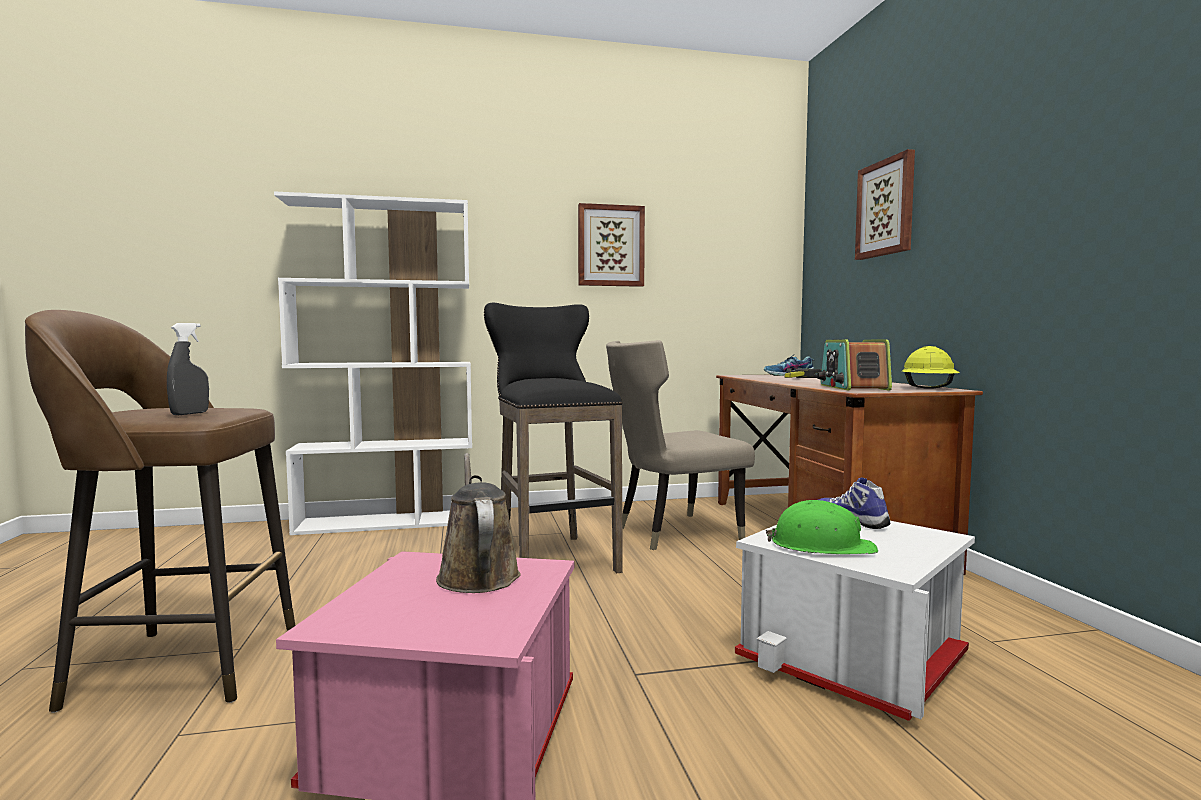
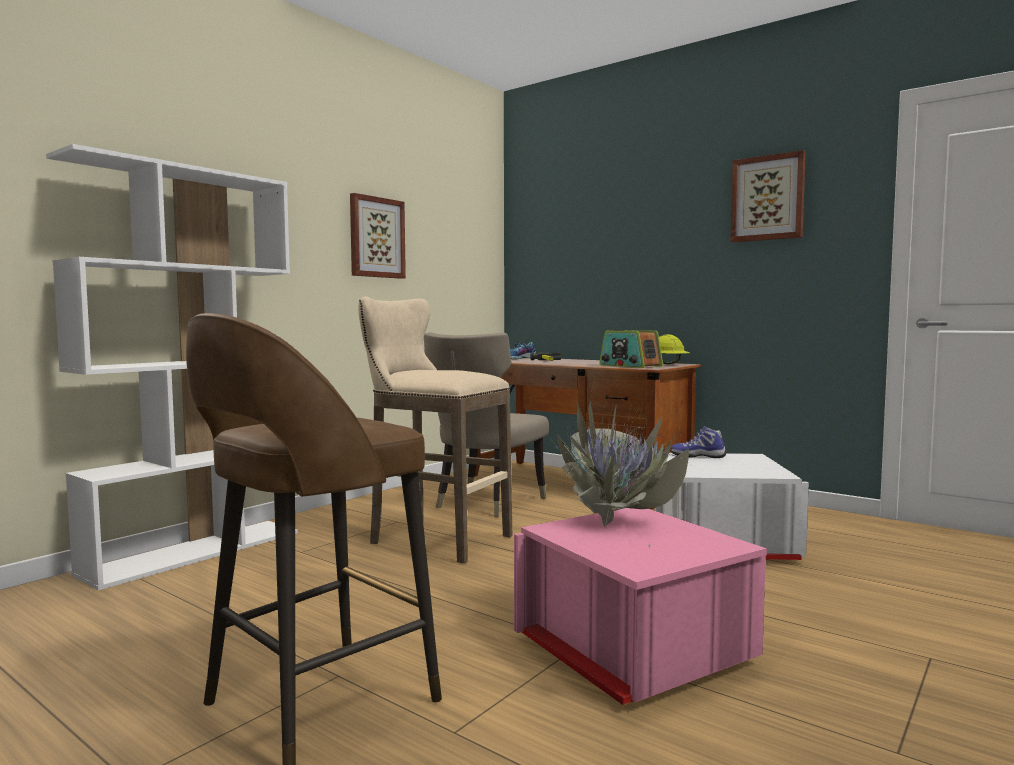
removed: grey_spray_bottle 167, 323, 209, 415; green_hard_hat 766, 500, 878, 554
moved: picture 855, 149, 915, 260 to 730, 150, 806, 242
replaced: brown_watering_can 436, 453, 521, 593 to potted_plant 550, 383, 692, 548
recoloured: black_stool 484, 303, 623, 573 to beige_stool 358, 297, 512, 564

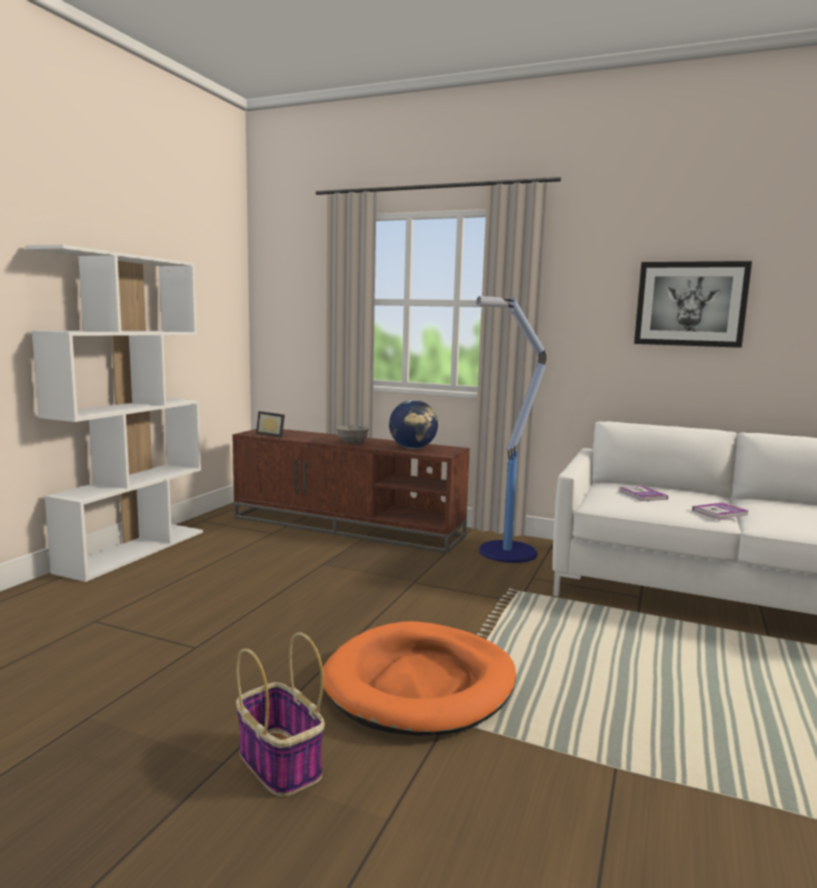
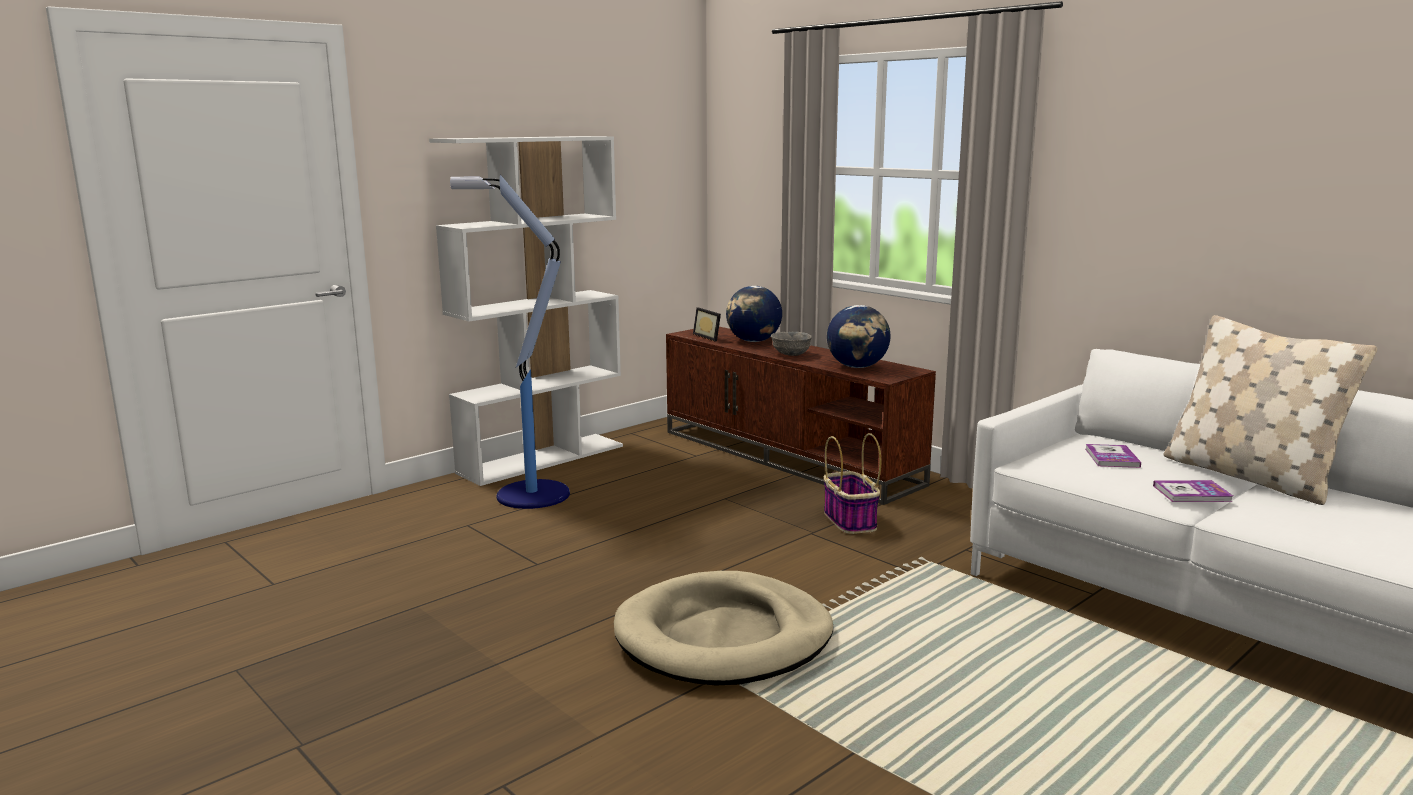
removed: picture 634, 261, 752, 348
added: globe 726, 286, 782, 342; beige_pillow 1163, 315, 1377, 505
moved: basket 236, 632, 325, 797 to 824, 433, 881, 534; floor_lamp 476, 296, 546, 563 to 450, 175, 570, 509
recoloured: orange_dog_bed 323, 621, 516, 736 to beige_dog_bed 614, 571, 833, 686

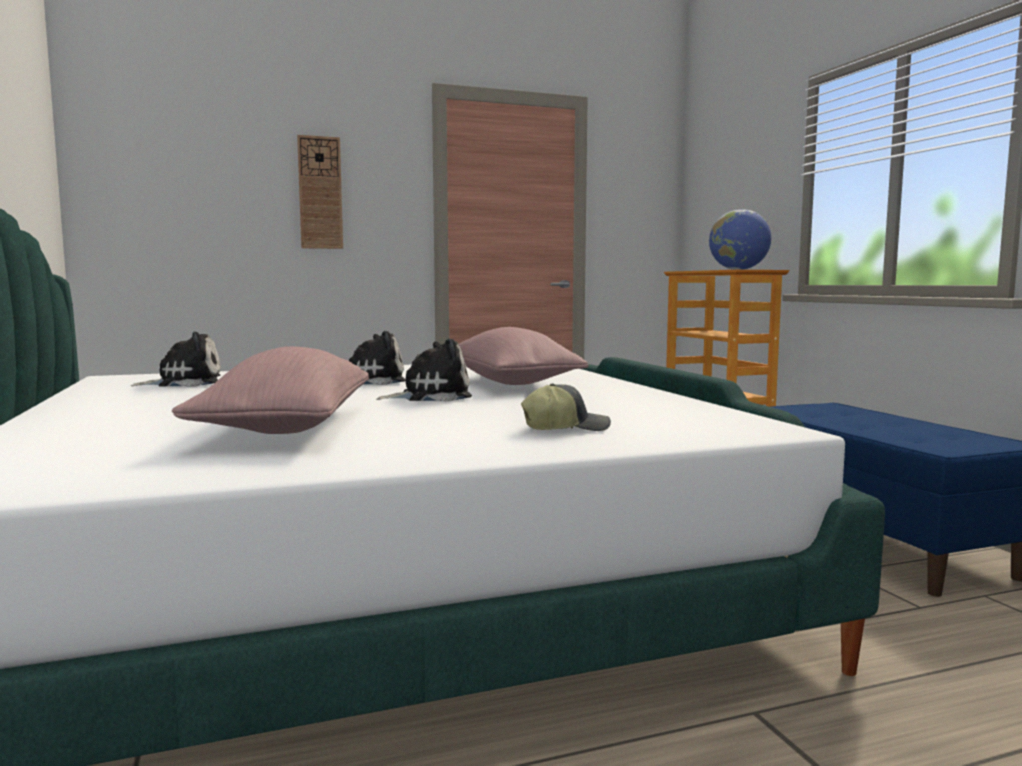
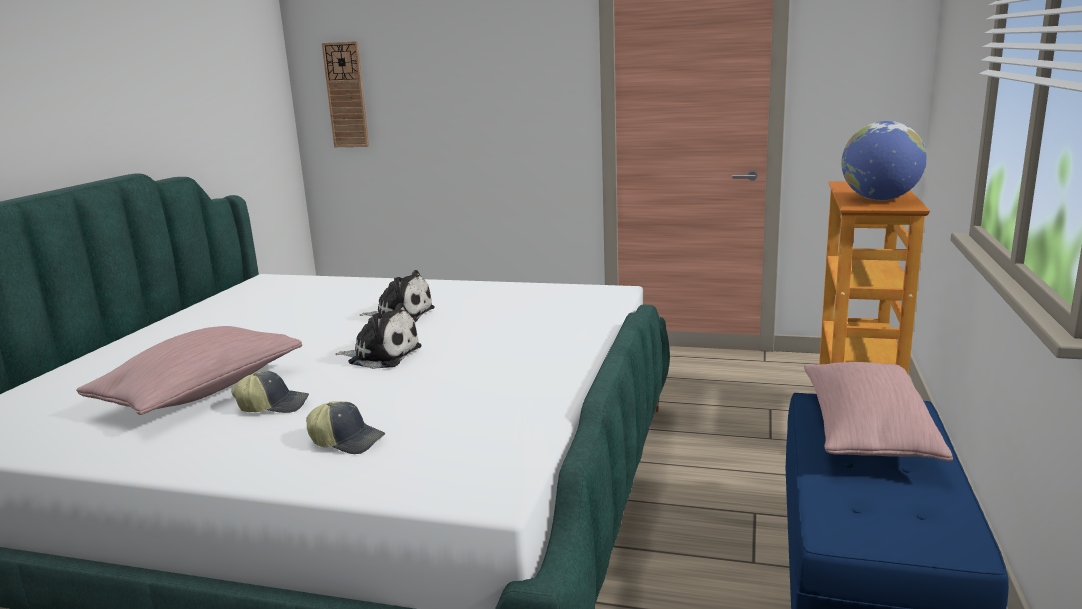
removed: plush_toy 130, 331, 221, 387
added: cap 231, 371, 309, 413
moved: wall_clock 297, 135, 343, 249 to 322, 41, 369, 147; pink_pillow 459, 327, 589, 385 to 804, 362, 953, 461

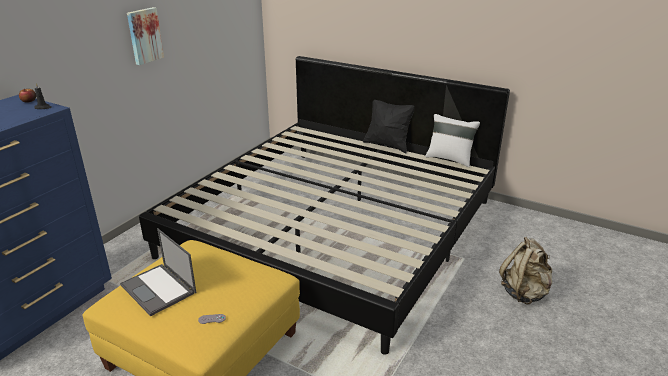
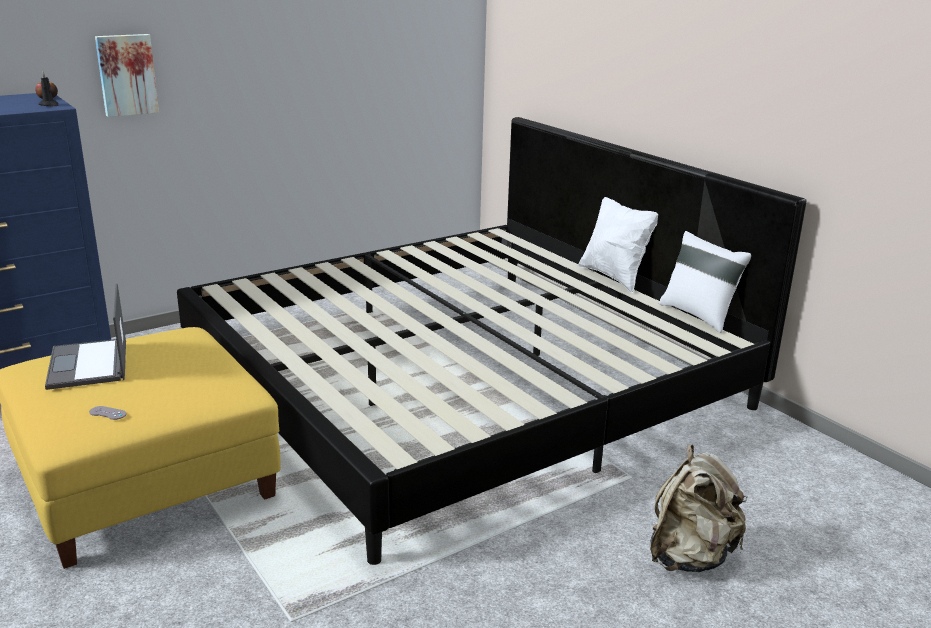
moved: picture 127, 7, 164, 65 to 95, 34, 159, 117
recoloured: black_pillow 363, 100, 415, 153 to white_pillow 578, 197, 658, 293

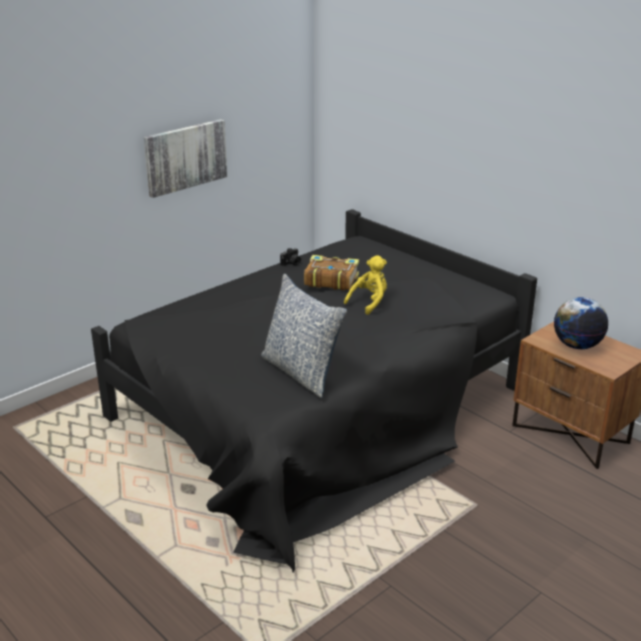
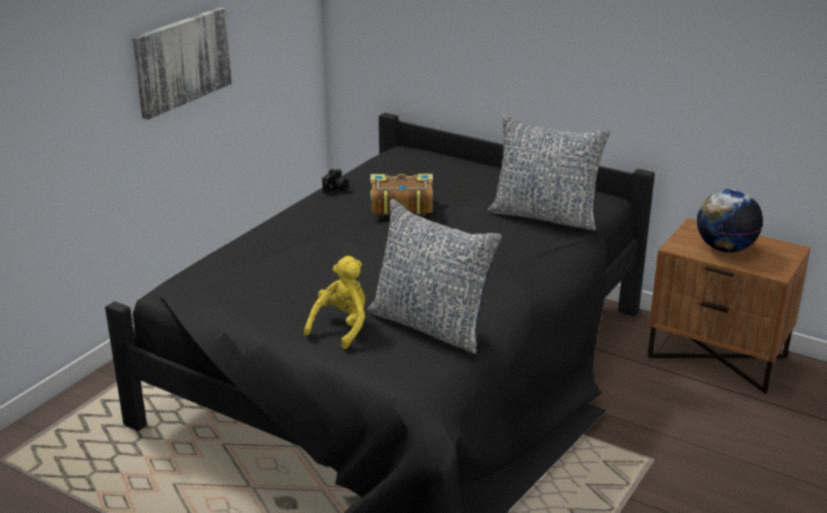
added: pillow 487, 114, 610, 231
moved: yellow_plush_toy 344, 255, 387, 315 to 304, 256, 365, 349

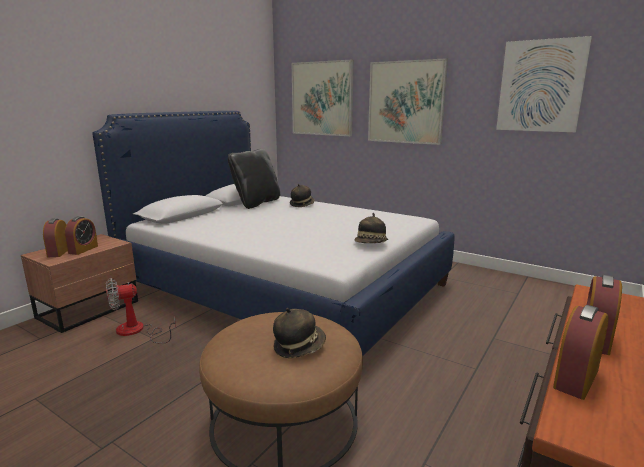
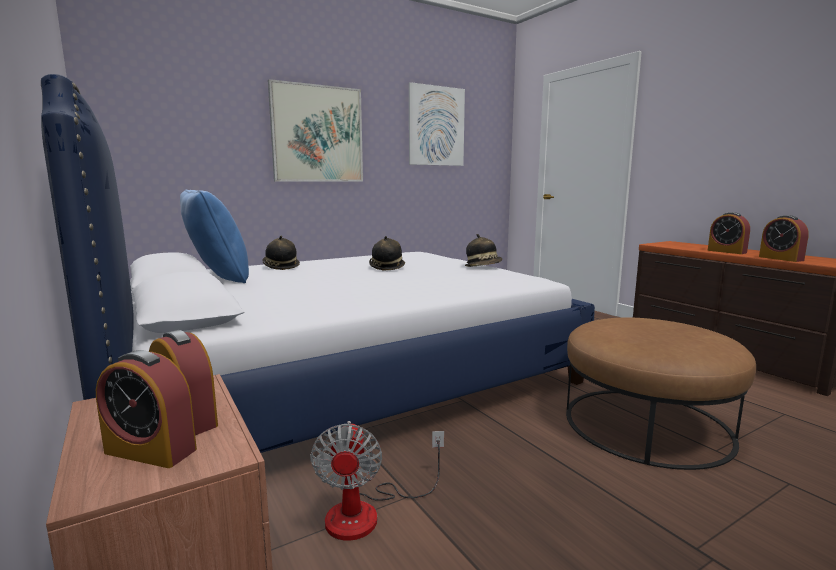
removed: picture 291, 60, 354, 136
moved: hat 273, 308, 326, 358 to 369, 236, 405, 271
recoloured: black_pillow 228, 149, 280, 209 to blue_pillow 180, 190, 249, 283

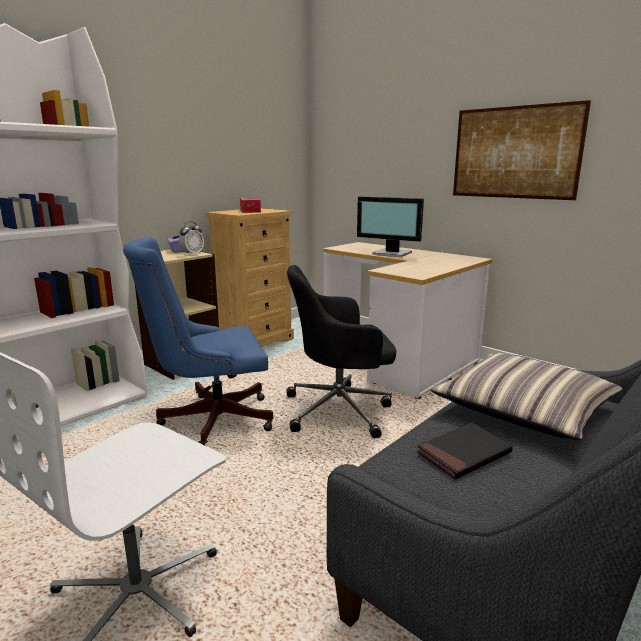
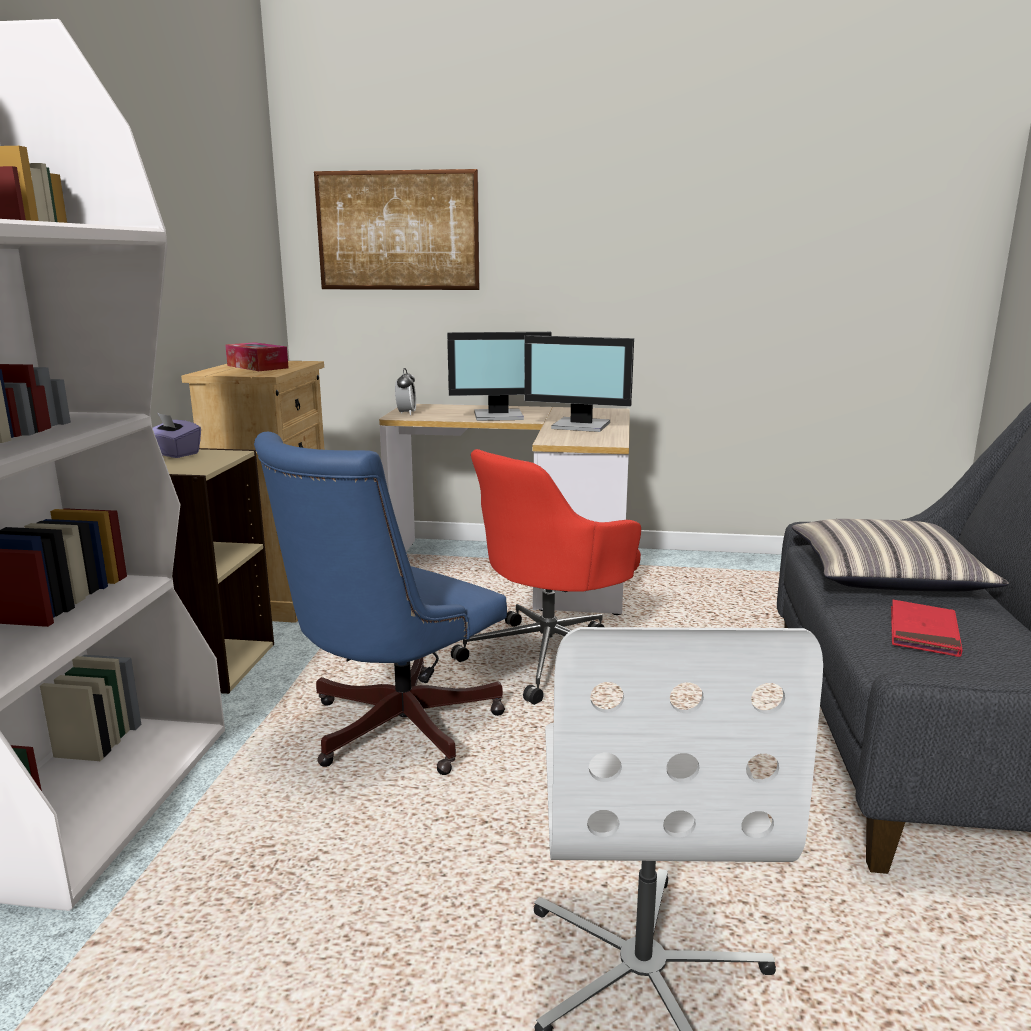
added: monitor 524, 335, 634, 432
moved: alarm_clock 179, 221, 204, 256 to 395, 368, 416, 415; picture 453, 100, 591, 200 to 314, 169, 479, 290
recoloured: black_office_chair 287, 265, 396, 438 to red_office_chair 451, 449, 641, 705; black_book 417, 423, 513, 480 to red_book 891, 600, 963, 657

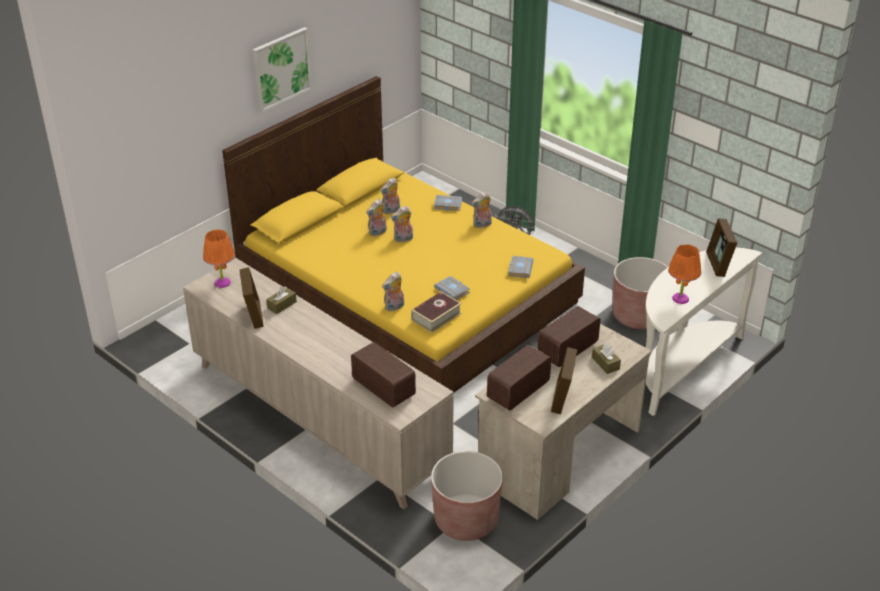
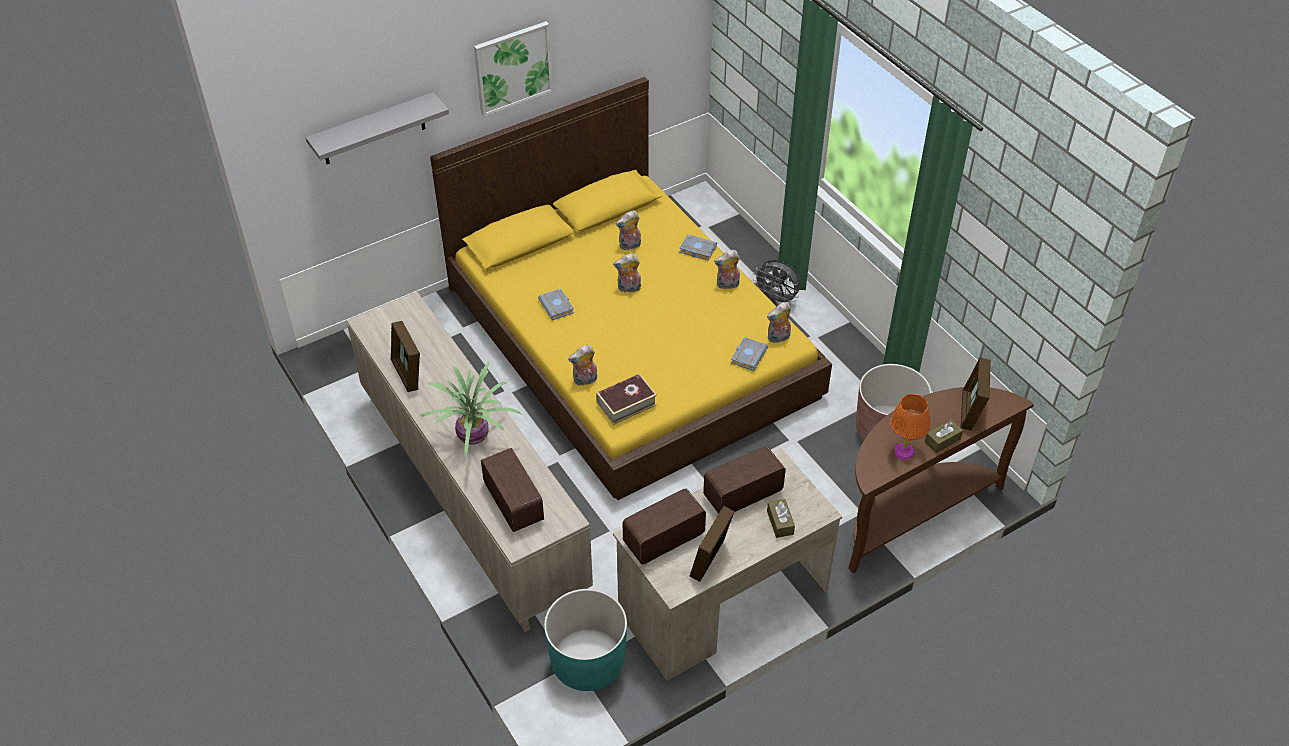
removed: orange_table_lamp 203, 230, 235, 288
added: grey_shelf 306, 92, 449, 164; potted_plant 418, 362, 522, 457
moved: brown_tissue_box 266, 286, 297, 314 to 925, 419, 963, 453; plush_toy 366, 199, 387, 236 to 767, 302, 791, 343; grey_book 434, 276, 470, 300 to 538, 288, 574, 320
recoloured: brown_planter 431, 451, 503, 541 to turquoise_planter 544, 589, 627, 691; white_console_table 646, 248, 762, 416 to brown_console_table 848, 387, 1034, 573
turned: picture_frame 240, 267, 264, 329 = 391, 321, 420, 392 150 degrees clockwise

